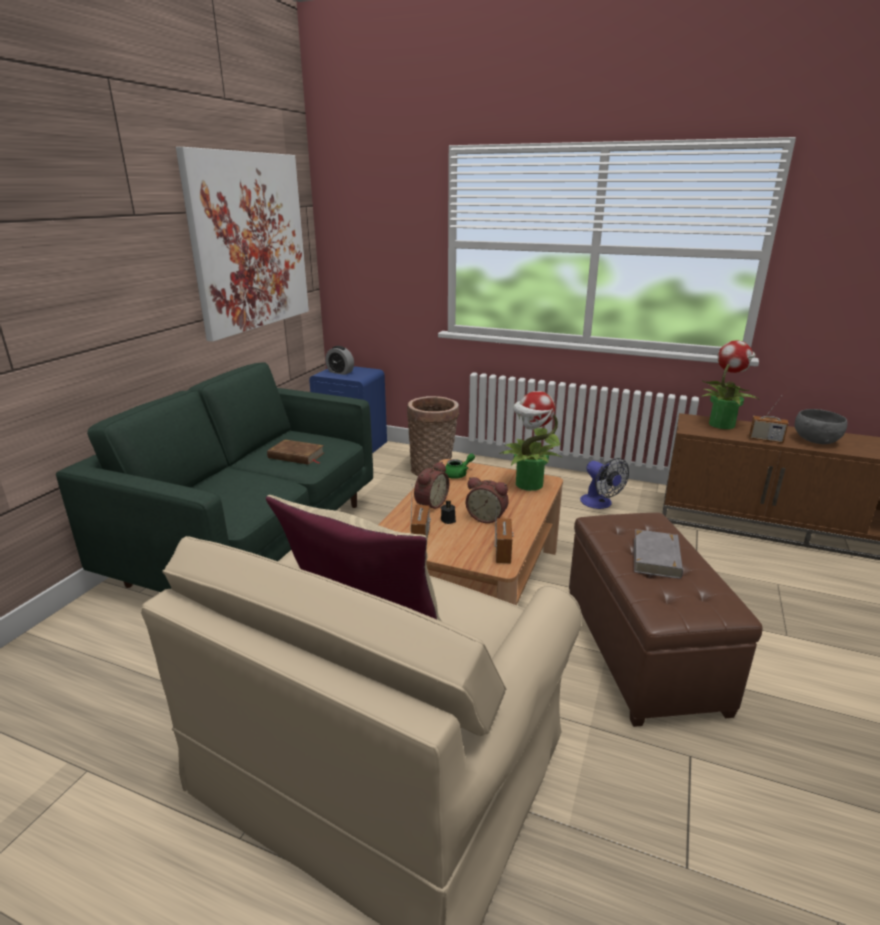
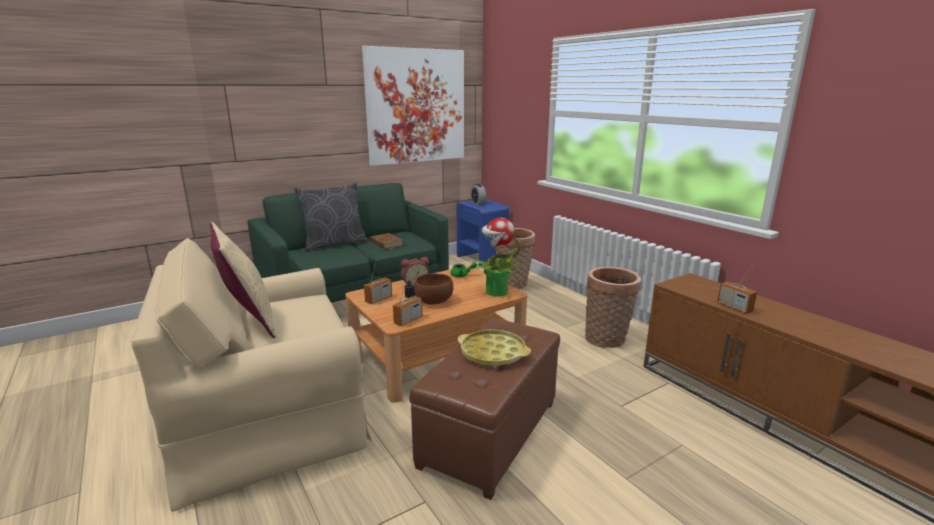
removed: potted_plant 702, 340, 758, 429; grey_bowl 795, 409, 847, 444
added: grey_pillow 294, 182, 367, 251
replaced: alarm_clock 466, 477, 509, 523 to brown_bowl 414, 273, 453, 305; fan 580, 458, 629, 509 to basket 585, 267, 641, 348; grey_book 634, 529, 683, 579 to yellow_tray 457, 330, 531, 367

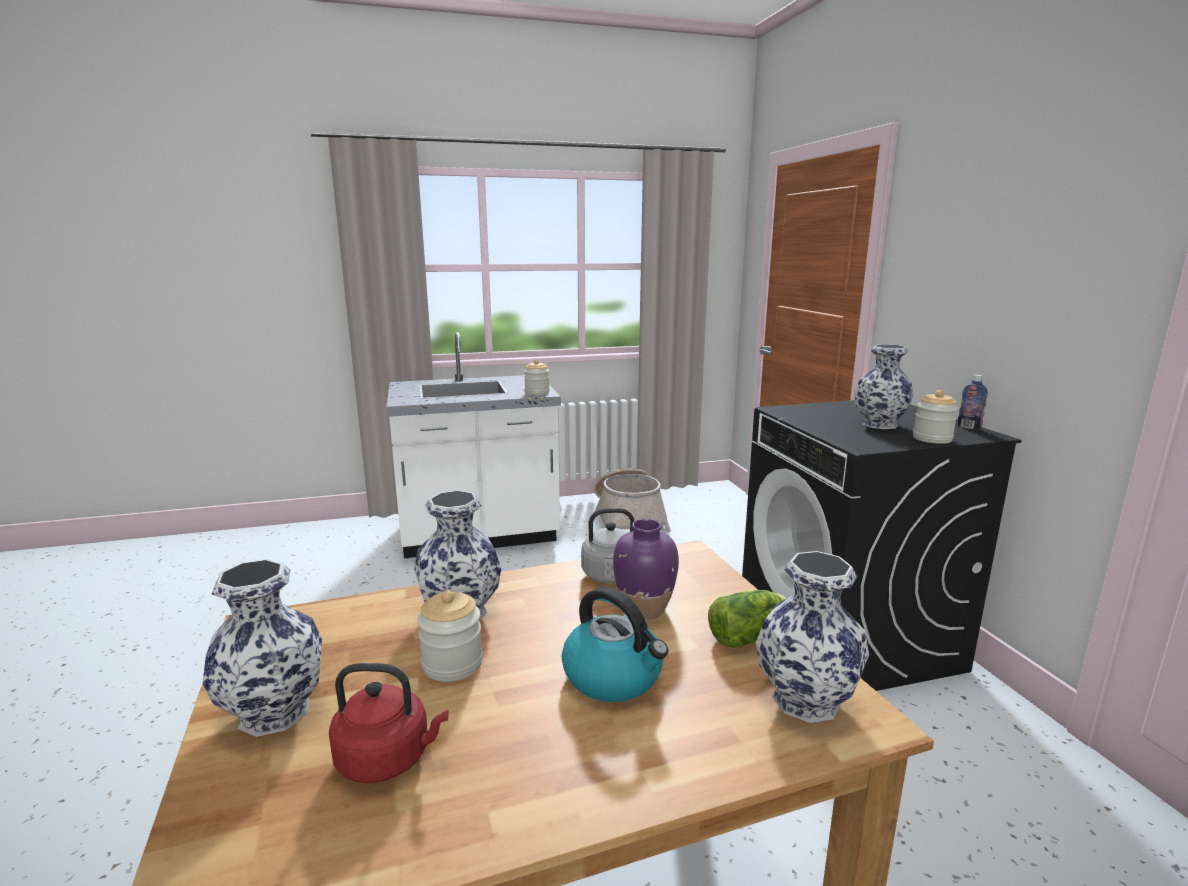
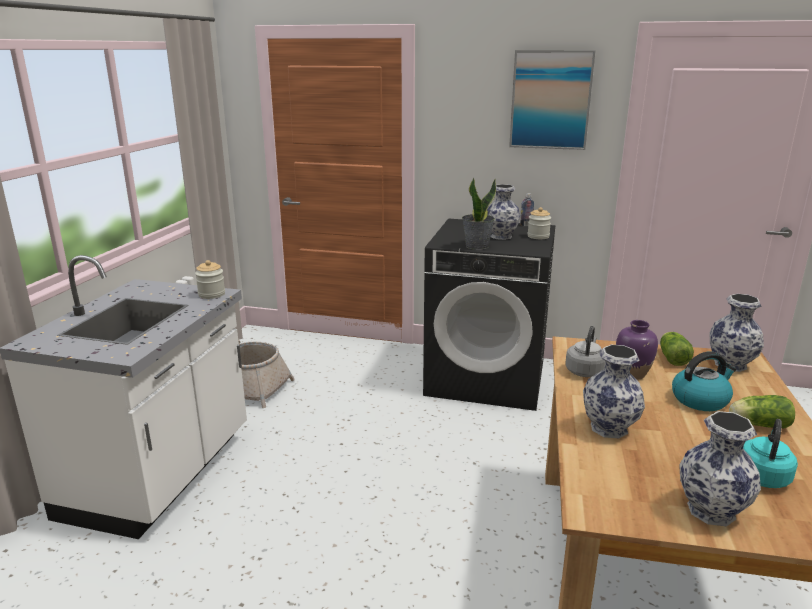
removed: jar 417, 590, 483, 682
added: potted_plant 462, 177, 496, 250; picture 509, 50, 596, 150; lettuce 729, 395, 795, 429
recoloured: red_kettle 329, 663, 448, 783 to turquoise_kettle 743, 419, 798, 488

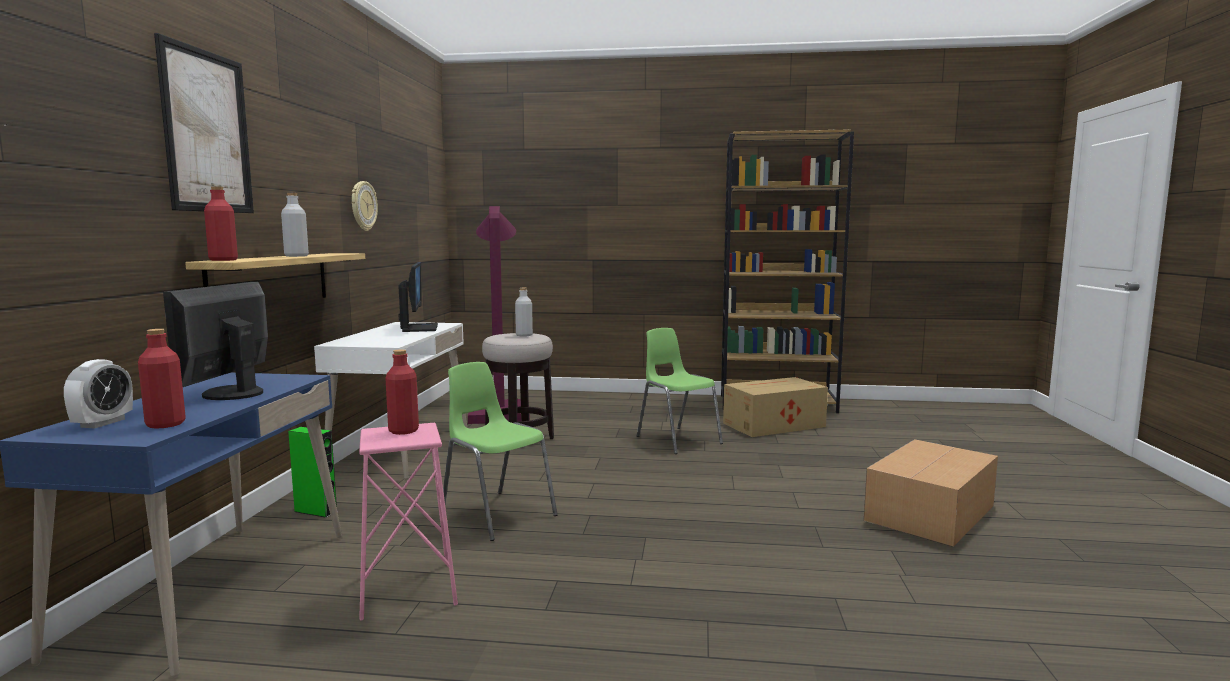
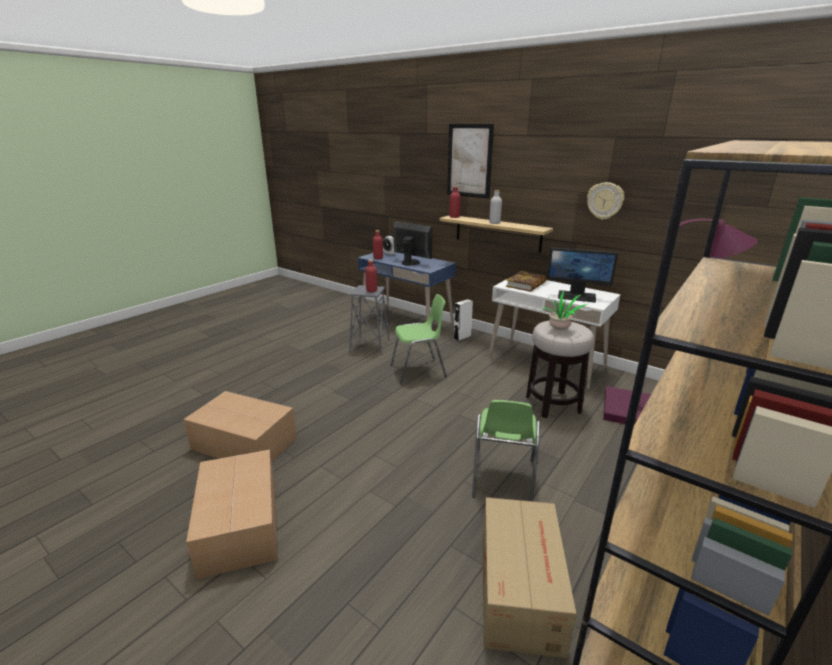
added: cardboard_box 183, 391, 297, 462; book 506, 271, 547, 292
replaced: grey_bottle 515, 288, 533, 337 to potted_plant 543, 291, 587, 330
recoloured: green_speaker 288, 427, 338, 518 to white_speaker 454, 299, 473, 341; pink_stool 359, 423, 458, 621 to grey_stool 349, 285, 390, 354
turned: green_chair 637, 328, 723, 454 = 472, 400, 540, 501 105 degrees clockwise

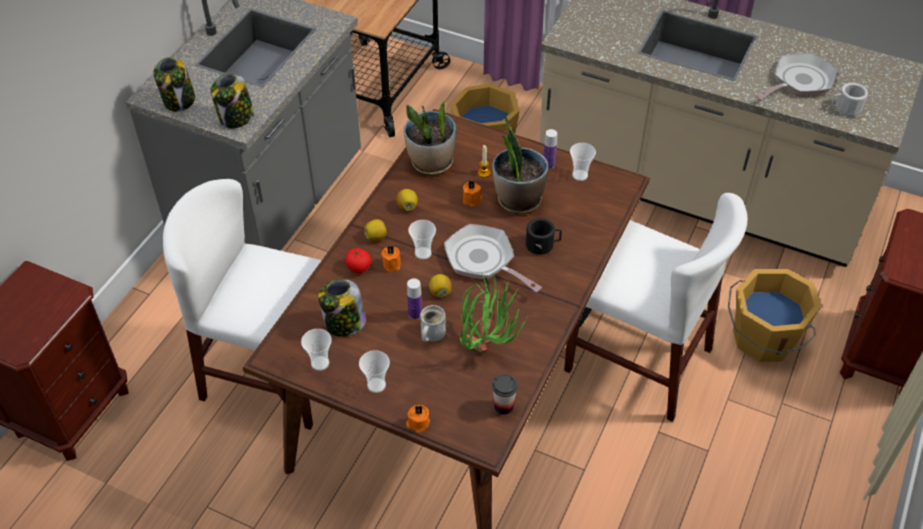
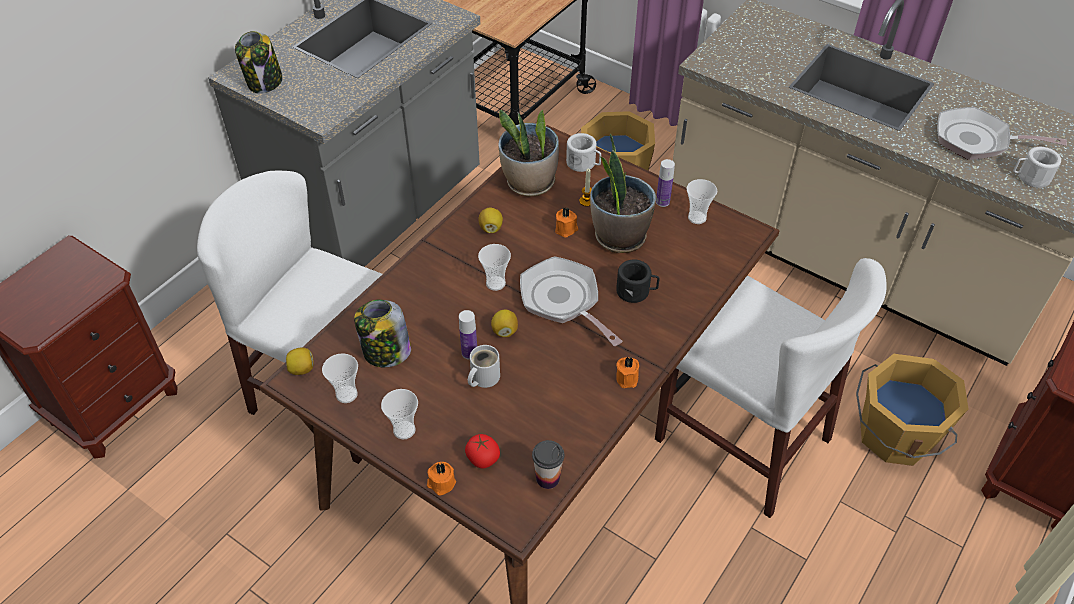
removed: jar 210, 74, 255, 129; potted_plant 459, 274, 527, 353
added: white_mug 566, 133, 601, 172
moved: tomato 345, 248, 372, 273 to 465, 434, 500, 469; lemon 365, 219, 387, 241 to 286, 348, 314, 375; orange_candle 381, 245, 401, 272 to 616, 357, 639, 388
turned: frying_pan 755, 53, 837, 100 = 937, 107, 1067, 160 135 degrees counterclockwise

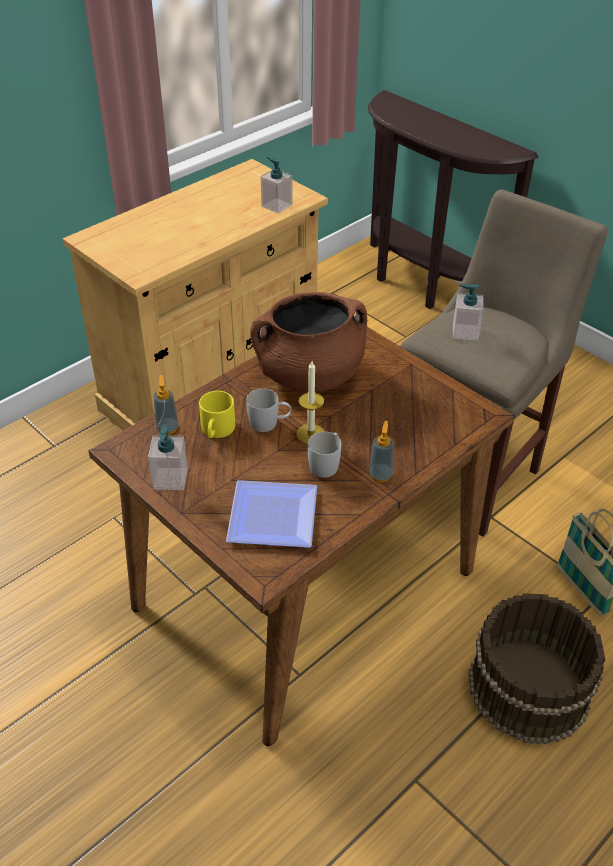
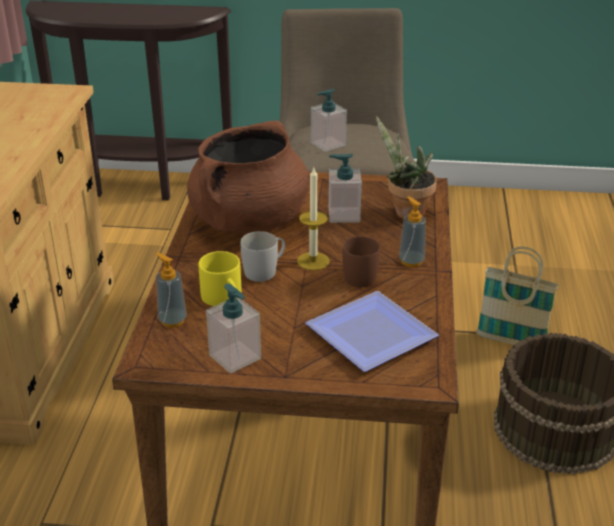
added: potted_plant 376, 116, 437, 219
moved: soap_dispenser 261, 156, 292, 214 to 329, 154, 362, 223
recoloured: white_mug 308, 432, 341, 478 to brown_mug 342, 237, 380, 287

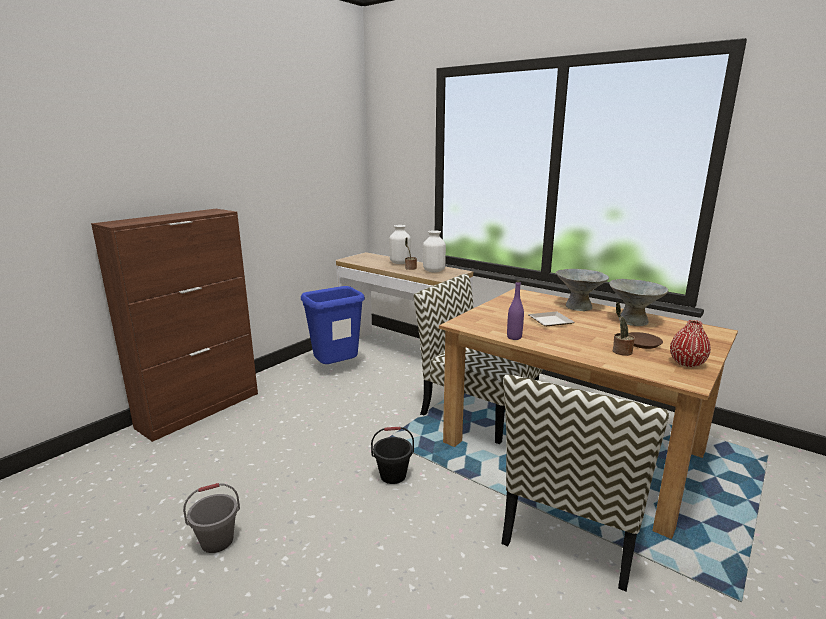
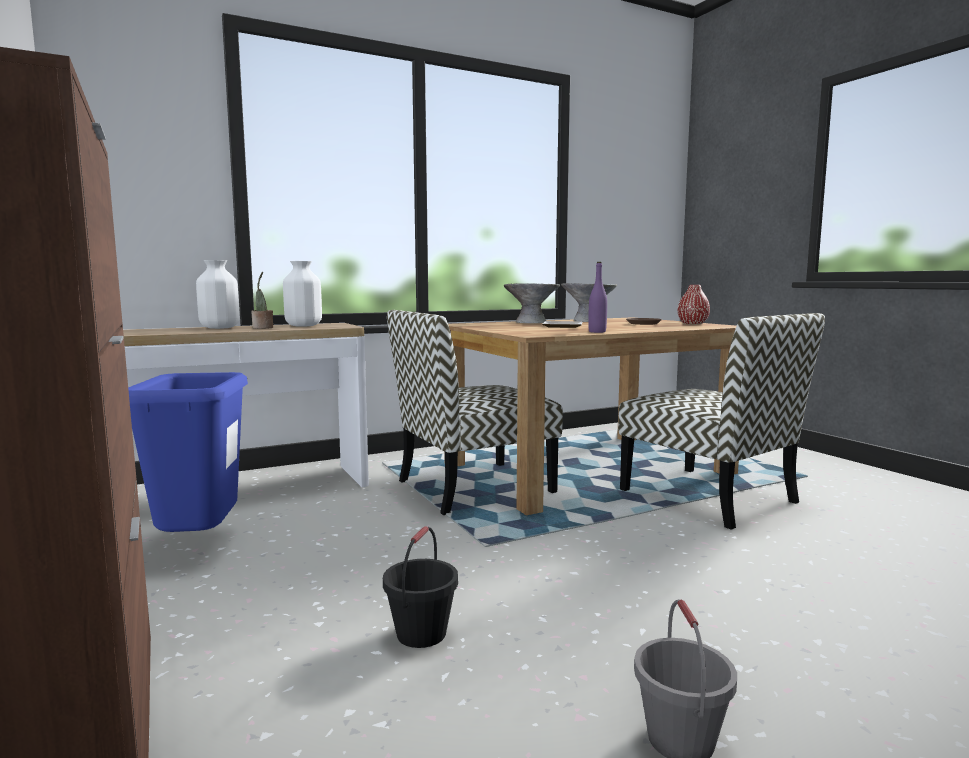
removed: potted_plant 613, 302, 635, 356
moved: black_bucket 371, 427, 414, 484 to 383, 526, 458, 648

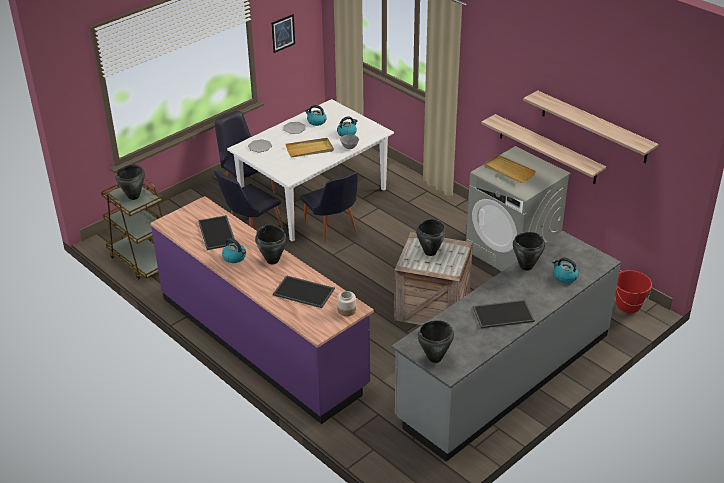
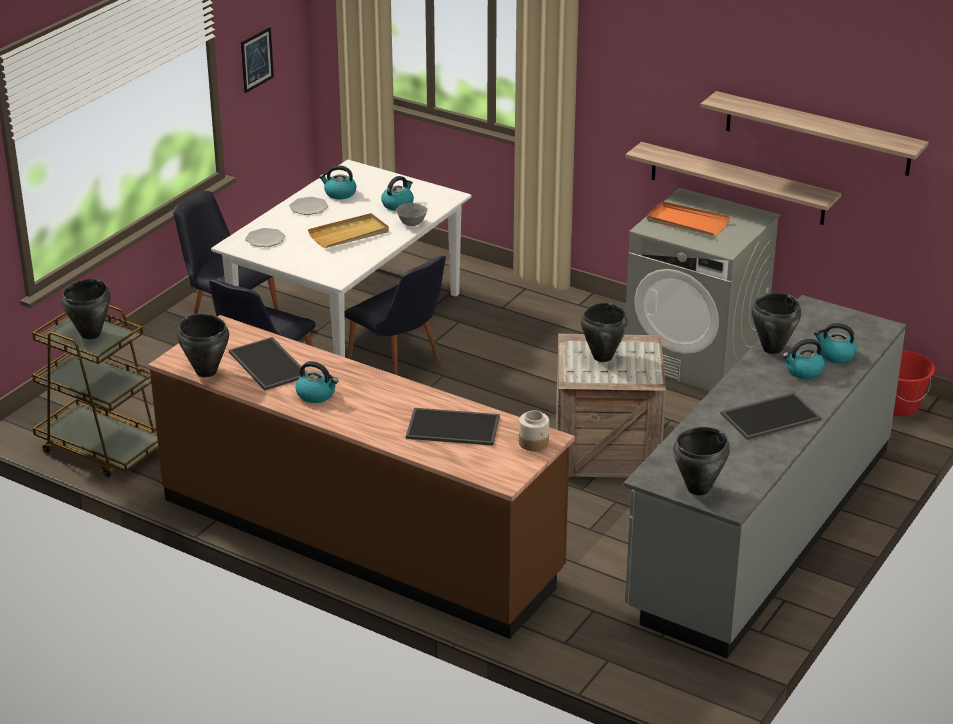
added: kettle 783, 339, 825, 379
moved: black_cooking_pot 255, 225, 287, 264 to 177, 314, 229, 377
recoloured: purple_counter 150, 196, 374, 424 to brown_counter 148, 315, 575, 639; beige_tray 484, 155, 536, 183 to orange_tray 647, 201, 731, 236

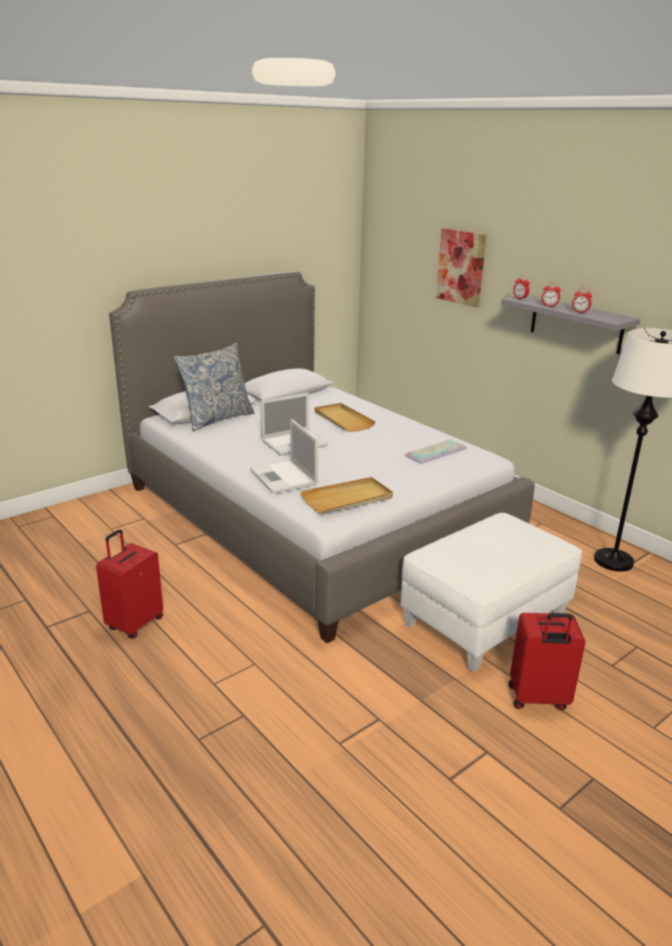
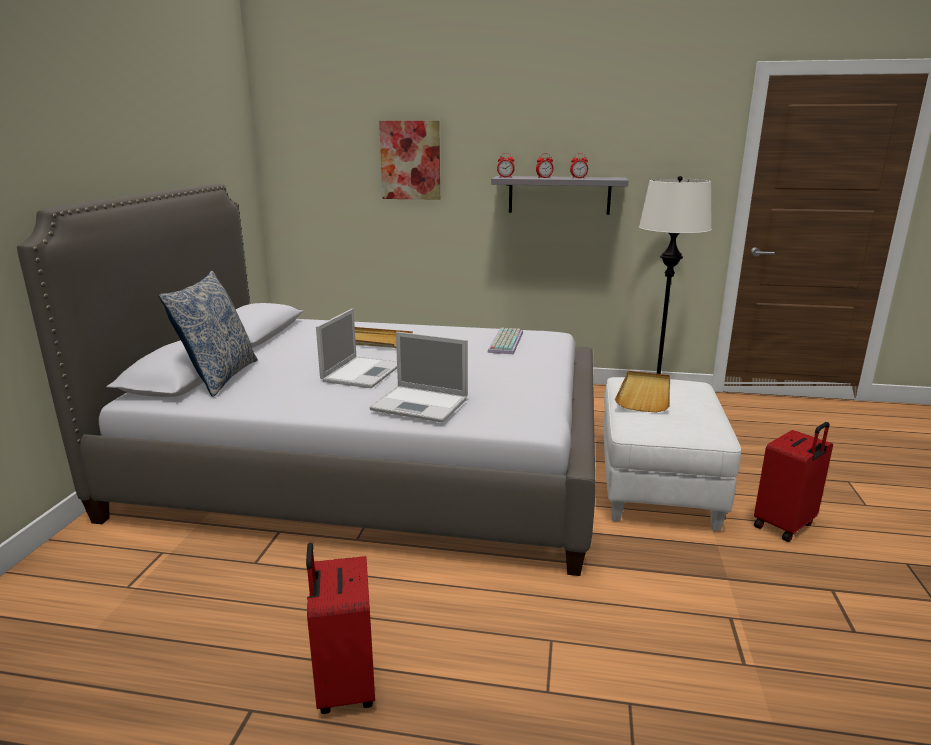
moved: beige_tray 301, 477, 393, 514 to 615, 371, 670, 413

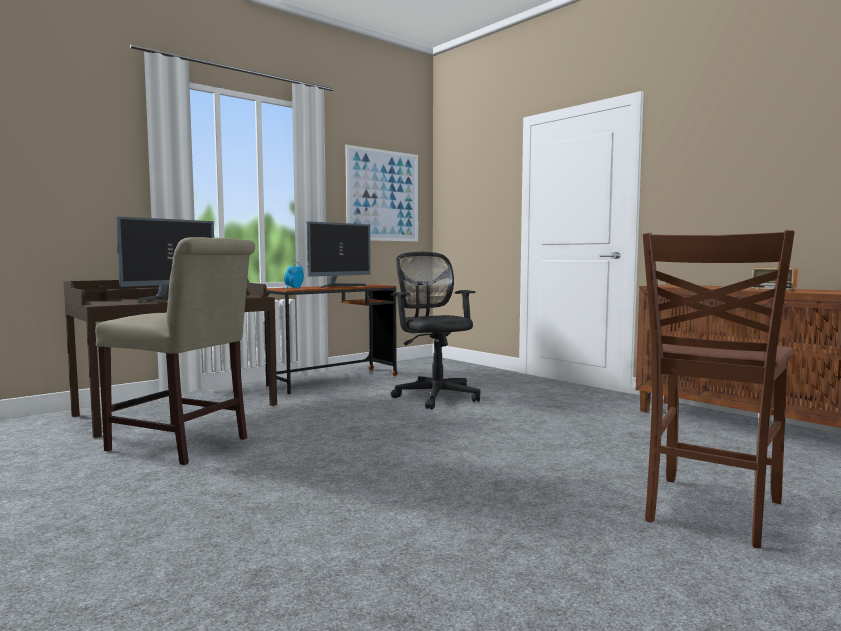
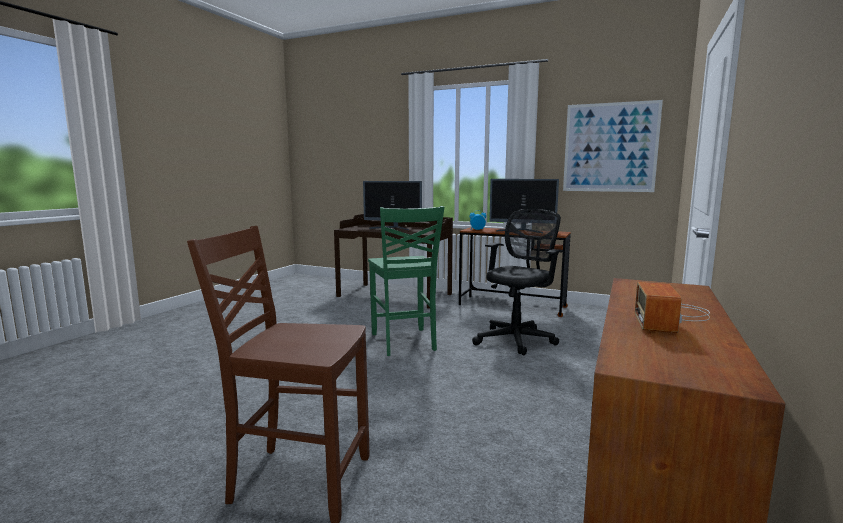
removed: beige_chair 95, 237, 255, 465
added: green_chair 368, 206, 444, 356

